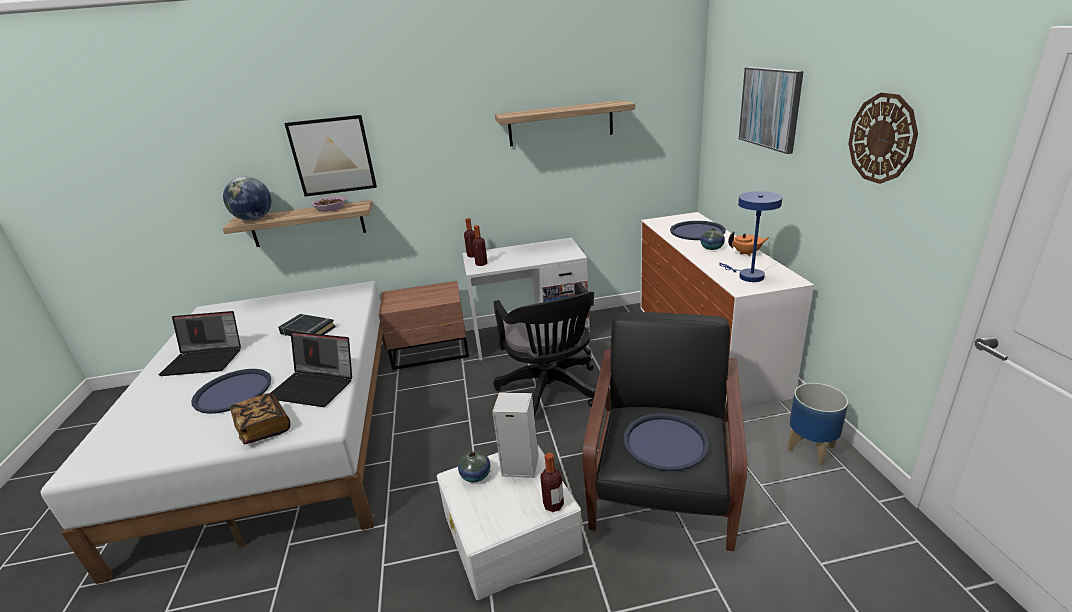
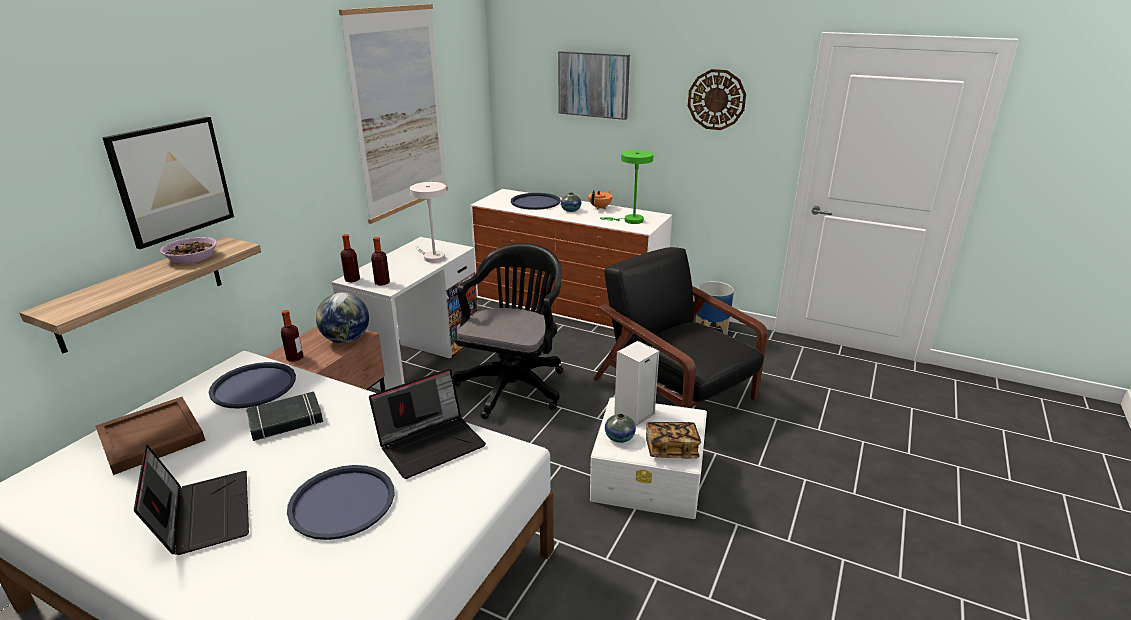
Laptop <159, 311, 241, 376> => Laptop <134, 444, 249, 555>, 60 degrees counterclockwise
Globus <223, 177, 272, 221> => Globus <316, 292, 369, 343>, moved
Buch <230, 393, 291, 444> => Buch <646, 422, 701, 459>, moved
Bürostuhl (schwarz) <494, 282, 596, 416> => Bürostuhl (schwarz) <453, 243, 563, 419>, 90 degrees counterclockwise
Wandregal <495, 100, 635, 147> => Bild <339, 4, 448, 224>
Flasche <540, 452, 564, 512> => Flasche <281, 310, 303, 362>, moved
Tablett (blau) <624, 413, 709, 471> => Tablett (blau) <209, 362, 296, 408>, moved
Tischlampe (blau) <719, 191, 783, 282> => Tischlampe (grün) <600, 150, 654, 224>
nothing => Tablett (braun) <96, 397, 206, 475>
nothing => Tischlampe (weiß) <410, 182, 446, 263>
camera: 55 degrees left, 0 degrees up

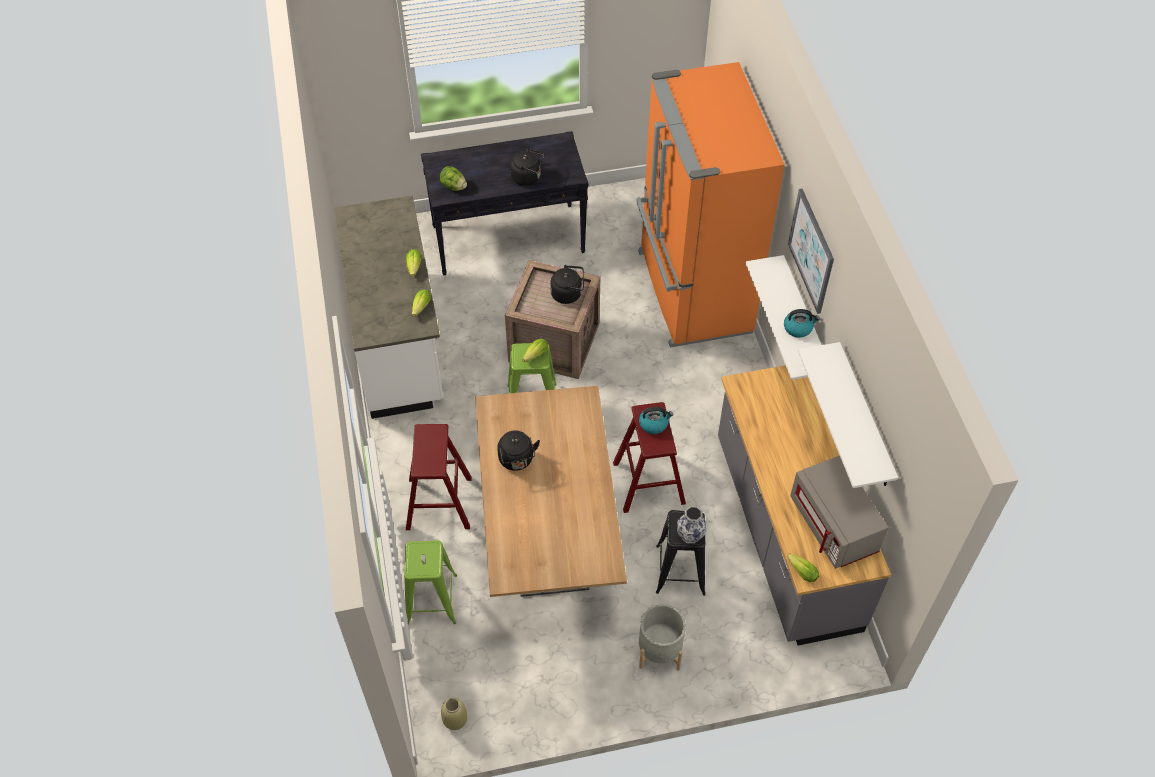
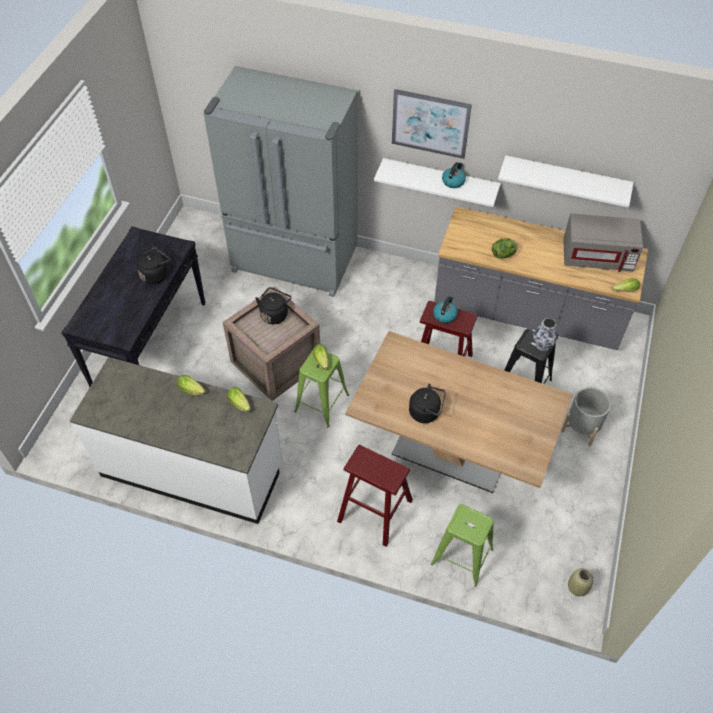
Salatkopf <440, 166, 467, 191> => Salatkopf <492, 238, 518, 259>, moved
Kühlschrank (orange) <636, 62, 785, 348> => Kühlschrank (grau) <203, 66, 358, 297>
camera: 60 degrees left, 0 degrees up

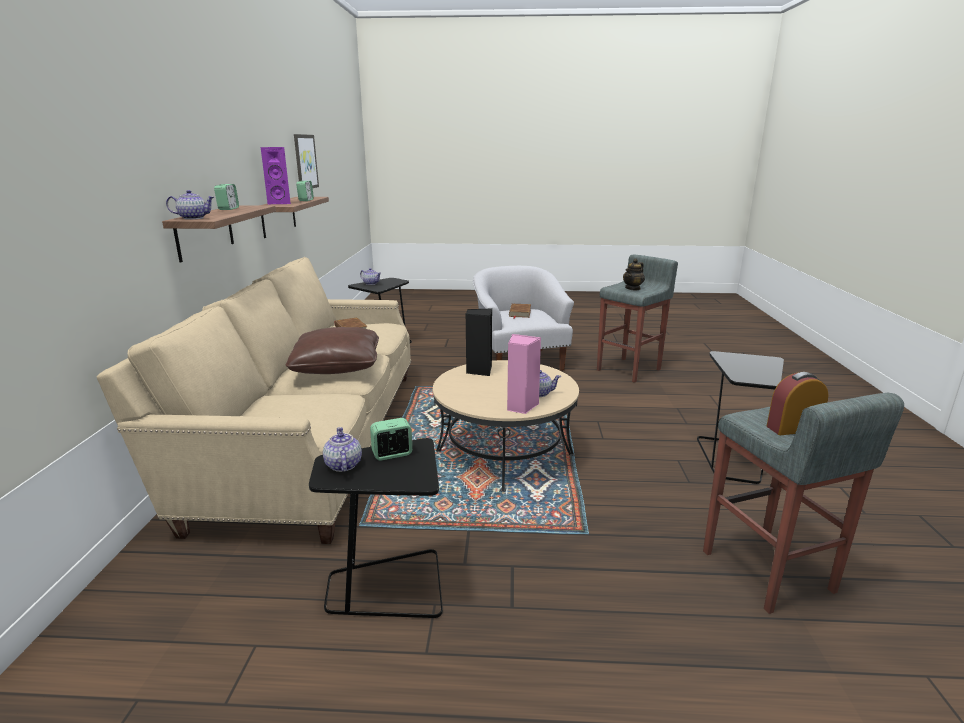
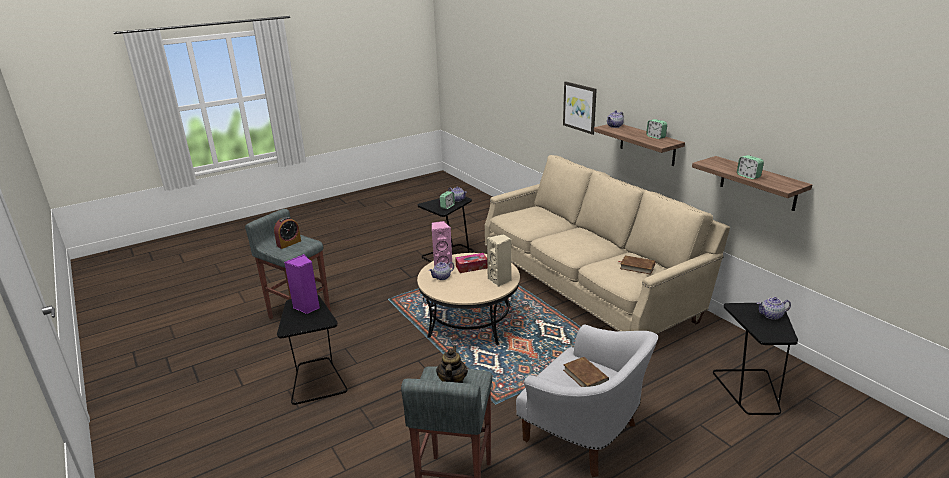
Lautsprecher (lila) <261, 147, 291, 204> => Lautsprecher (lila) <284, 254, 320, 314>, moved
Kissen (braun) <286, 327, 379, 374> => nothing
Bild <294, 134, 319, 188> => Bild <563, 81, 597, 135>, moved
Lautsprecher (schwarz) <466, 308, 492, 376> => Lautsprecher (beige) <487, 234, 512, 287>
nothing => Taschentuchbox <455, 253, 487, 273>
camera: 145 degrees right, 5 degrees up

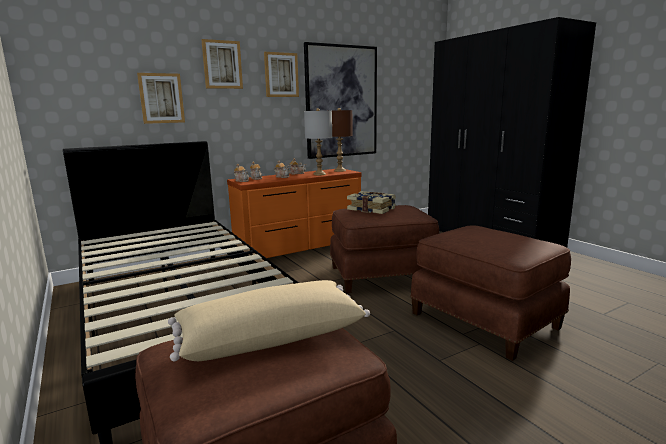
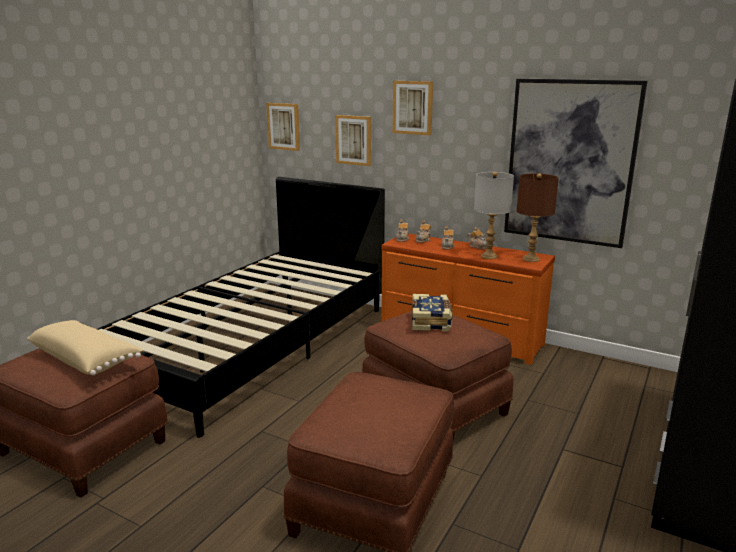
Bild <264, 52, 299, 97> => Bild <266, 103, 300, 151>, moved
camera: 60 degrees right, 5 degrees up

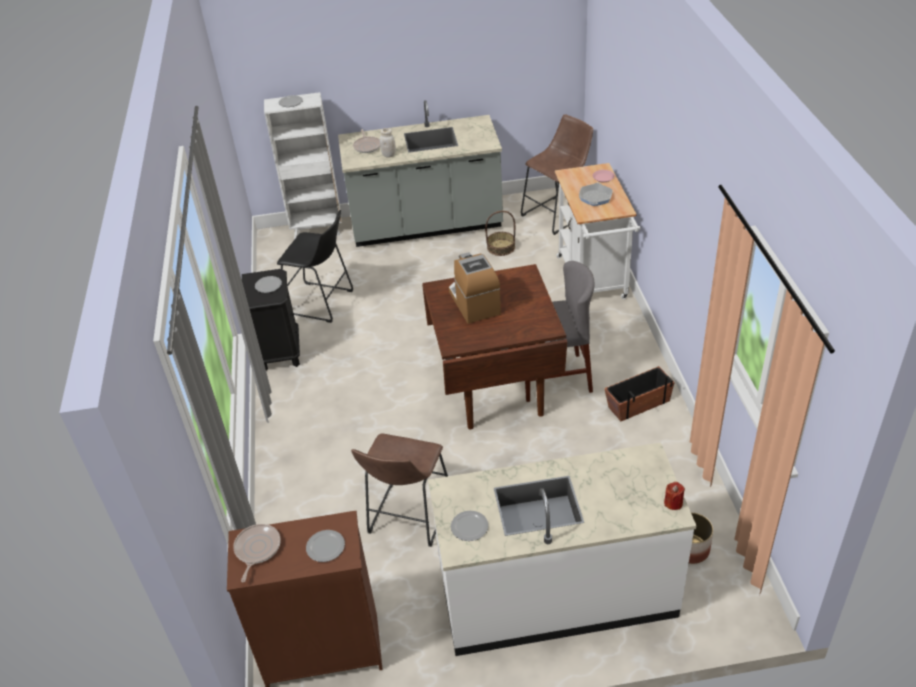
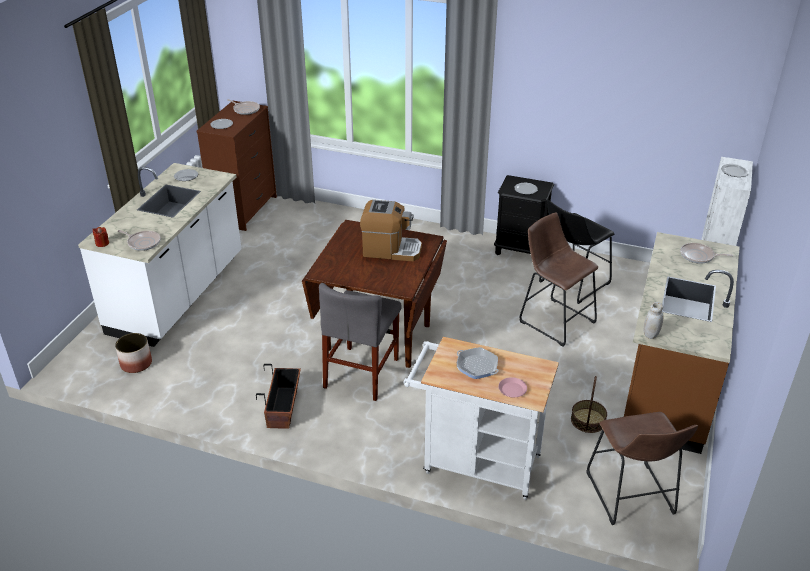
Küchenzeile (grau) <338, 100, 503, 247> => Küchenzeile (braun) <624, 232, 740, 454>
Hocker (braun) <351, 434, 448, 547> => Hocker (braun) <520, 212, 598, 346>, moved
Vorratsglas (weiß) <380, 128, 396, 157> => Vorratsglas (weiß) <644, 302, 664, 339>, moved
nothing => Pfanne <118, 230, 161, 251>
camera: 115 degrees right, 5 degrees down

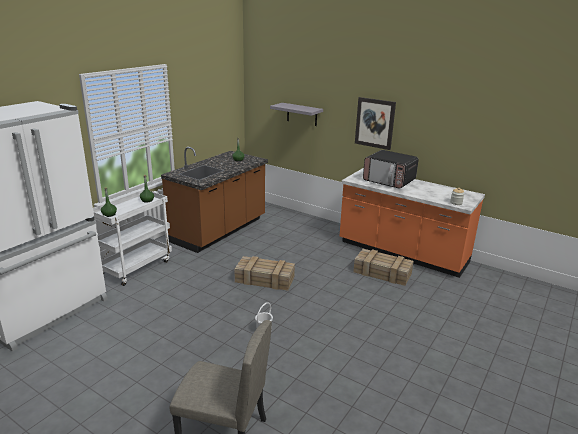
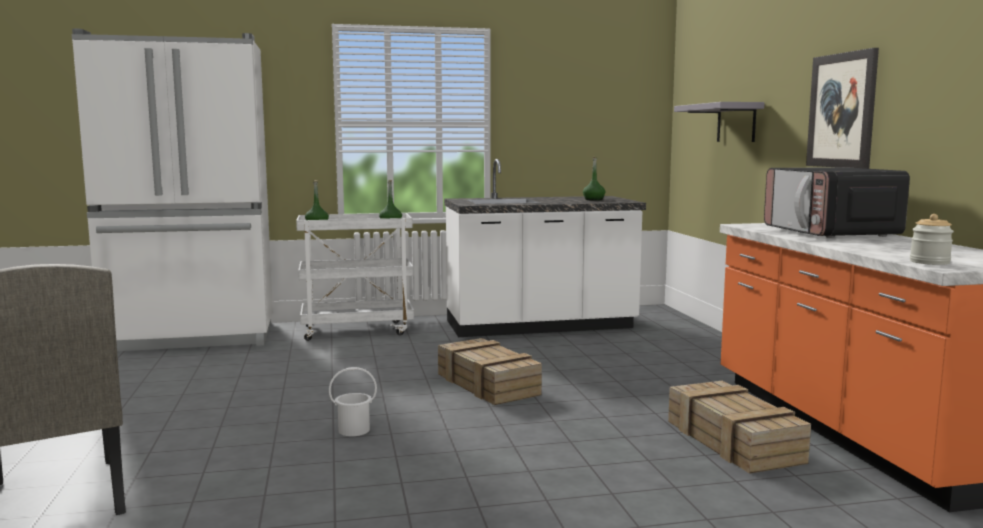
Küchenzeile (braun) <161, 147, 268, 253> => Küchenzeile (weiß) <444, 159, 646, 337>
camera: 45 degrees right, 15 degrees down

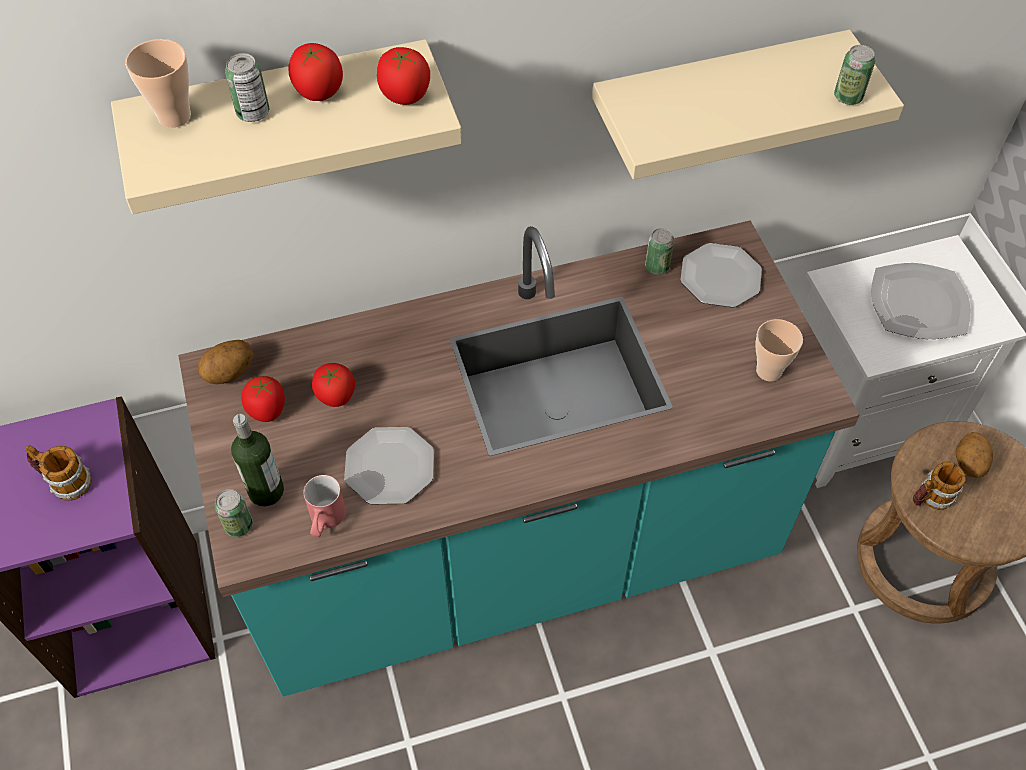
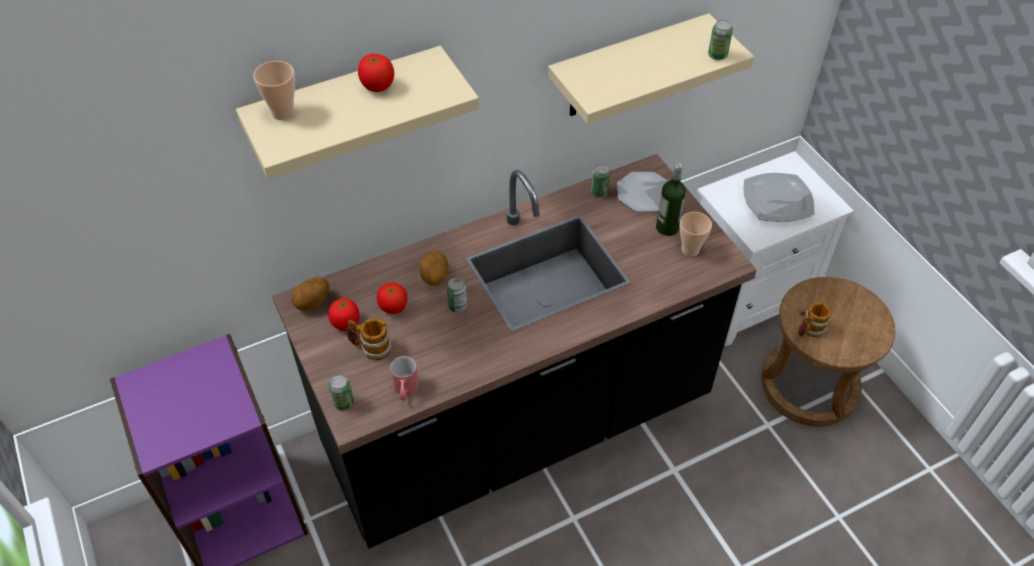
Henkelbecher <25, 445, 91, 501> => Henkelbecher <346, 318, 392, 360>, moved
Küchenzeile (türkis) <178, 220, 860, 697> => Küchenzeile (schwarz) <272, 154, 757, 549>
Dose <225, 53, 269, 122> => Dose <446, 278, 467, 313>, moved
Flasche <231, 414, 284, 506> => Flasche <656, 163, 686, 236>, moved
Teller <344, 427, 434, 504> => nothing
Tomate <377, 47, 430, 105> => nothing
Kartoffel <956, 432, 993, 478> => Kartoffel <419, 250, 448, 286>, moved
camera: 10 degrees left, 5 degrees down

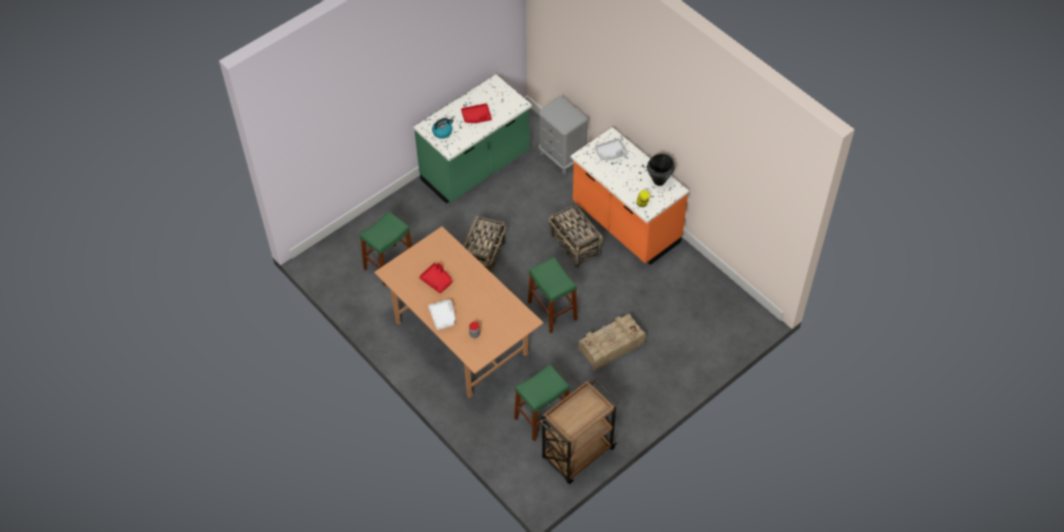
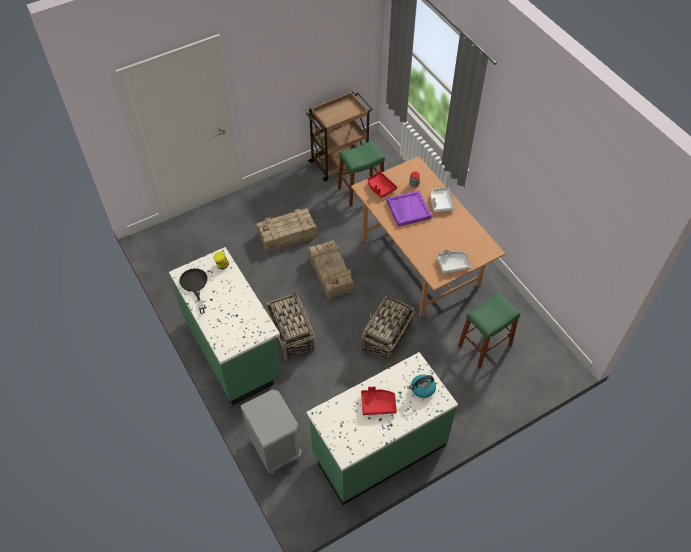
Tablett (rot) <419, 263, 452, 293> => Tablett (rot) <367, 171, 397, 198>, moved
Hocker (grün) <528, 257, 578, 333> => Kiste <309, 240, 354, 300>
Küchenzeile (orange) <571, 127, 689, 265> => Küchenzeile (grün) <169, 247, 281, 406>
Tablett (grau) <594, 138, 628, 160> => Tablett (grau) <437, 249, 471, 274>, moved
Kochtopf (schwarz) <647, 153, 675, 186> => Pfanne (schwarz) <179, 268, 208, 314>
nothing => Tablett (lila) <386, 190, 432, 227>
camera: 170 degrees left, 0 degrees up

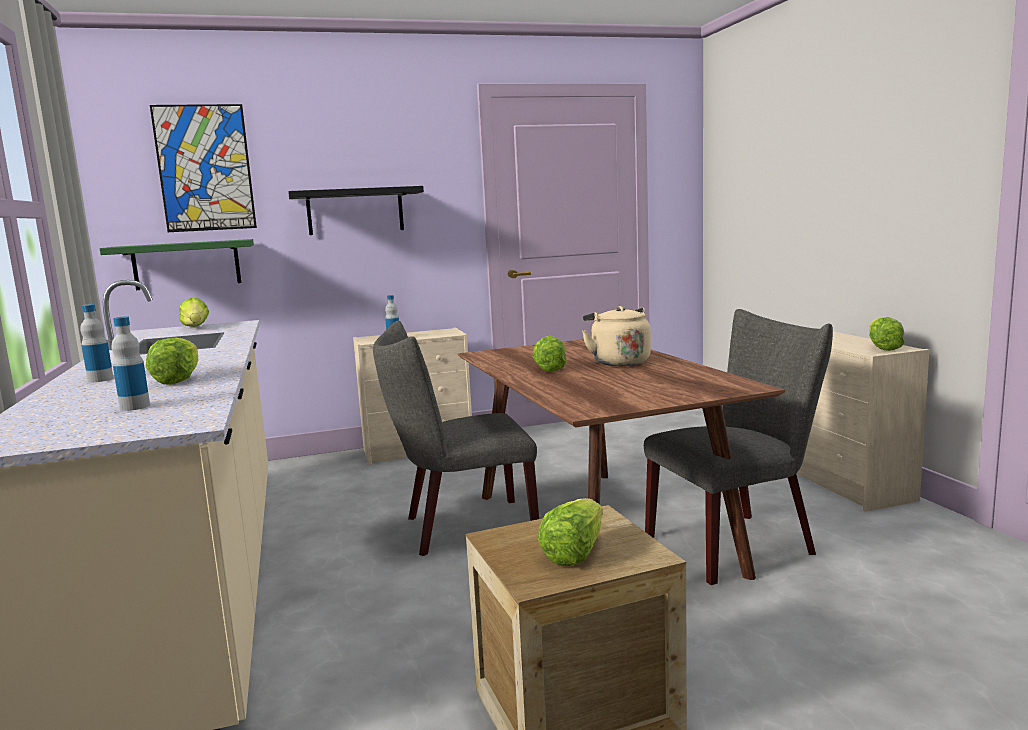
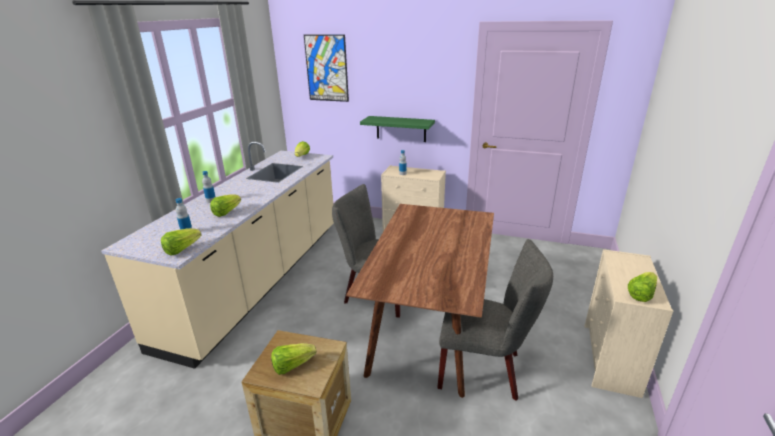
Wandregal (grün) <100, 239, 254, 290> => Wandregal (grün) <360, 116, 435, 142>, moved
Wandregal (schwarz) <288, 186, 424, 235> => nothing
Salatkopf <532, 336, 567, 372> => Salatkopf <161, 228, 201, 255>, moved
Wasserkessel (beige) <582, 306, 651, 366> => nothing
camera: 35 degrees right, 15 degrees up

